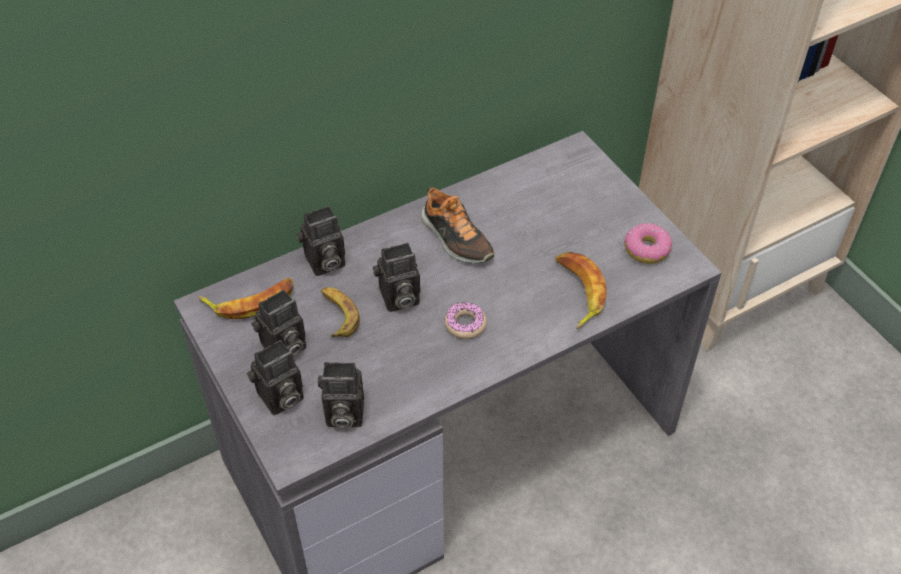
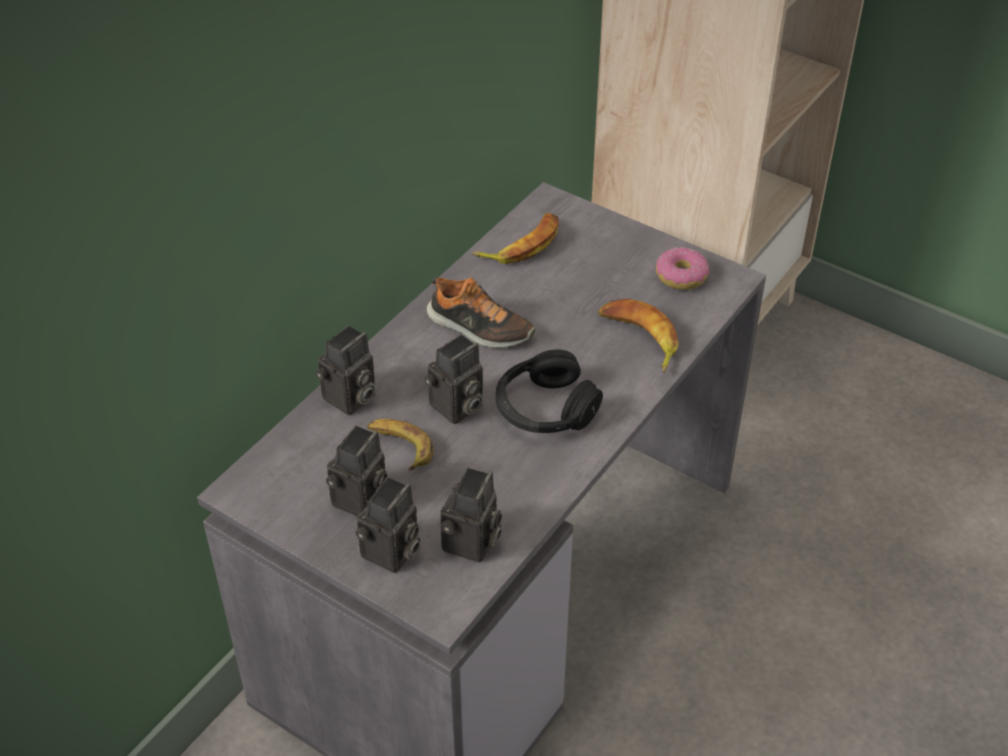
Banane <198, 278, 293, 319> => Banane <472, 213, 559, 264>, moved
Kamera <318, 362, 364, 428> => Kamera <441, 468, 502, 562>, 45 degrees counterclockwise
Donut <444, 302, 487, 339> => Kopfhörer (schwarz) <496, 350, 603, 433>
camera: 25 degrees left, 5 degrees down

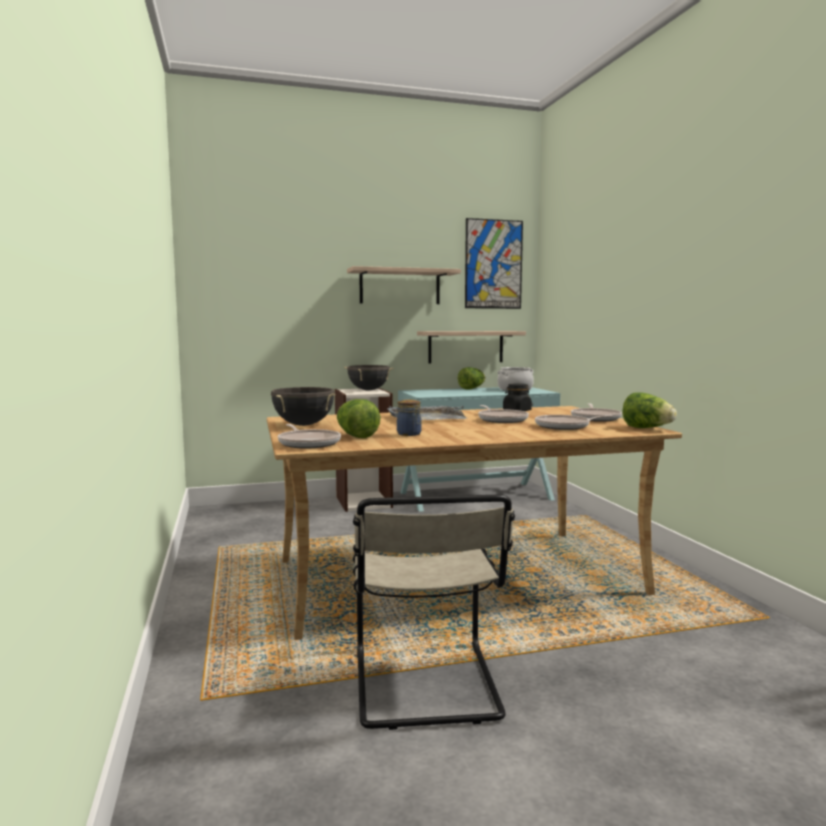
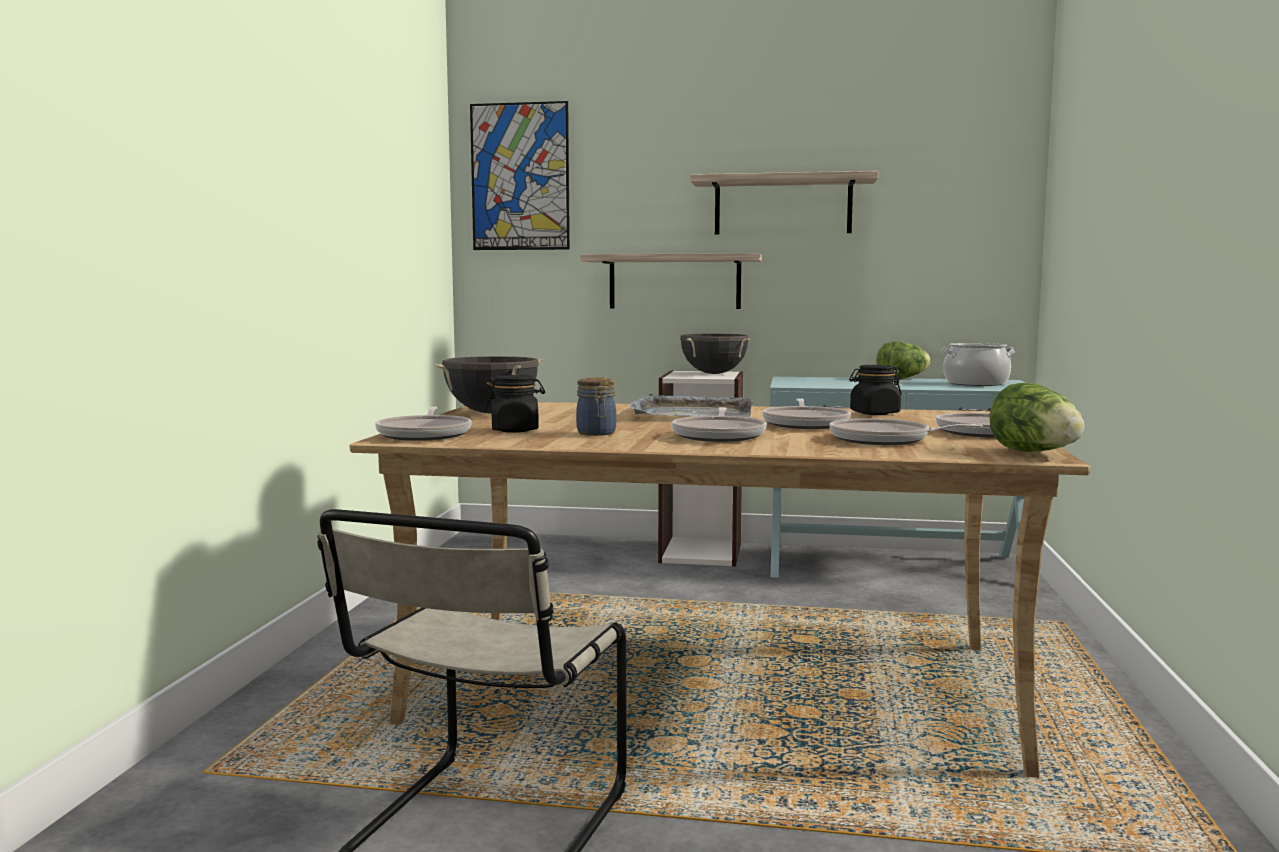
Salatkopf <337, 399, 380, 438> => Vorratsglas (schwarz) <485, 375, 545, 433>
Wandregal <417, 331, 526, 364> => Wandregal <580, 253, 762, 309>, moved
Bild <465, 218, 523, 309> => Bild <470, 101, 570, 250>, moved
nothing => Pfanne <672, 407, 767, 442>
camera: 25 degrees right, 0 degrees up

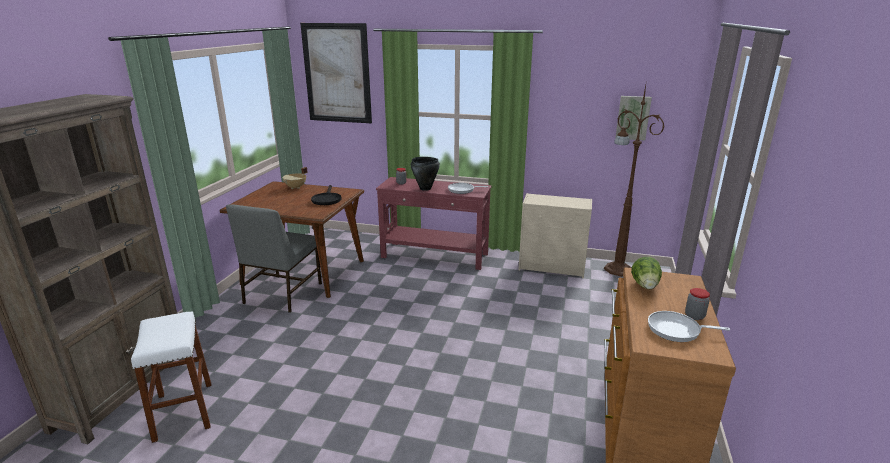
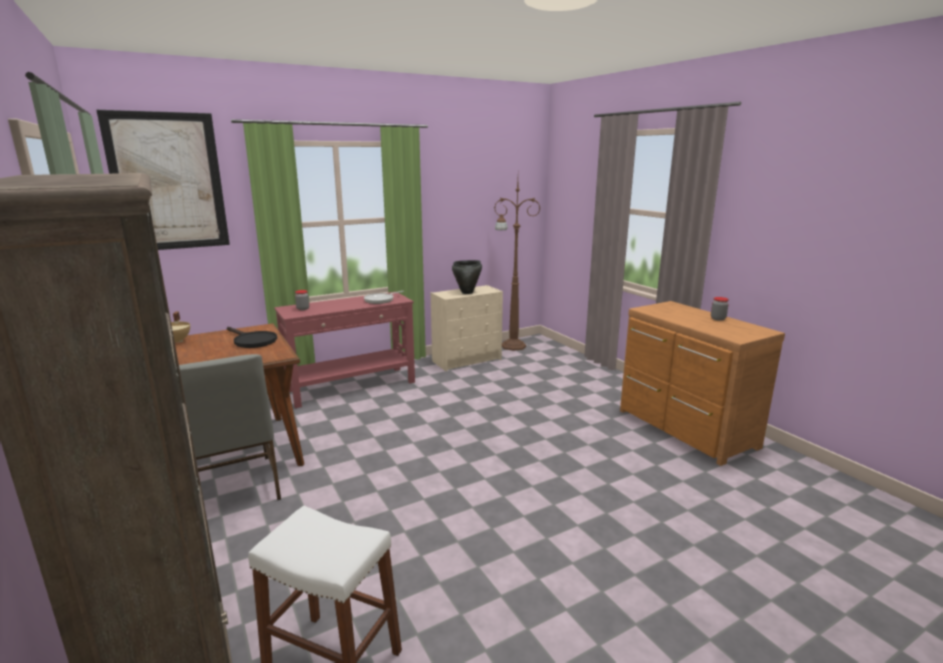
Kochtopf (schwarz) <411, 157, 440, 191> => Kochtopf (schwarz) <452, 260, 482, 294>, moved
Bild <615, 96, 652, 141> => nothing
Salatkopf <631, 257, 662, 289> => nothing
Pfanne <648, 311, 730, 342> => nothing
camera: 45 degrees left, 5 degrees down

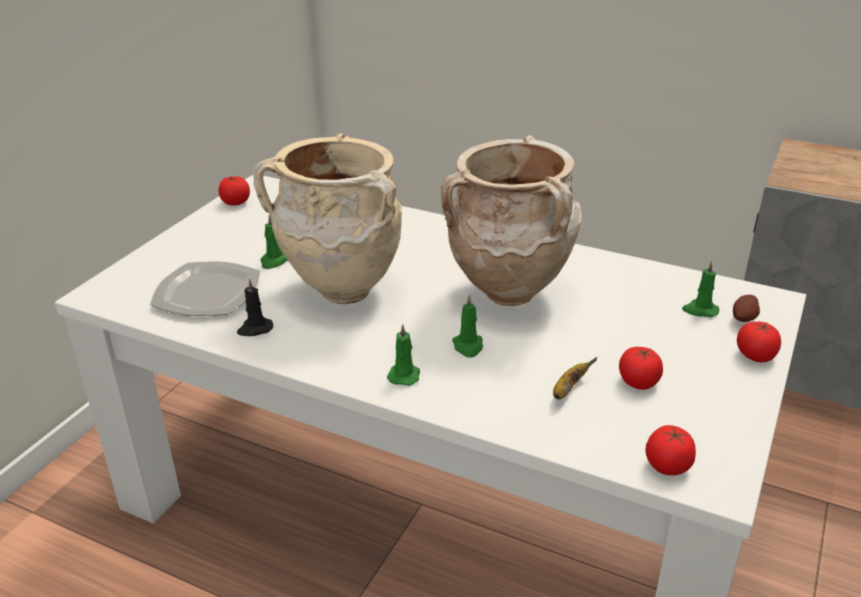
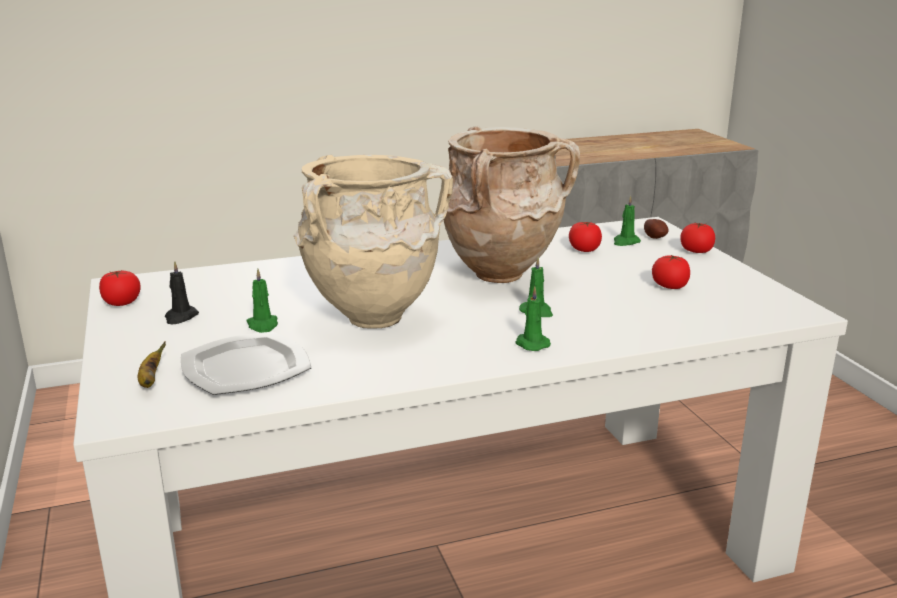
Kerze (schwarz) <237, 279, 273, 336> => Kerze (schwarz) <165, 261, 199, 324>, moved
Banane <553, 357, 597, 400> => Banane <138, 342, 166, 388>, moved
Tomate <645, 425, 696, 475> => Tomate <569, 222, 602, 252>, moved
camera: 45 degrees left, 10 degrees down

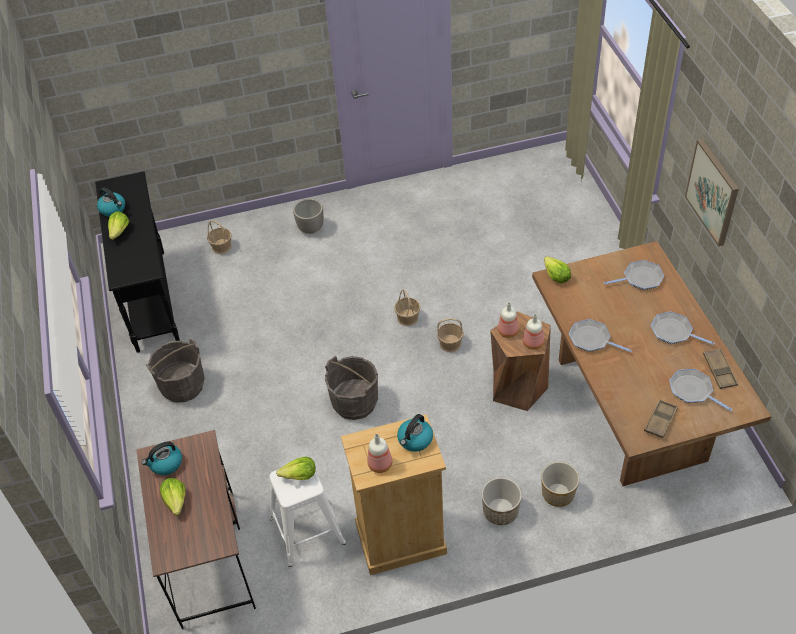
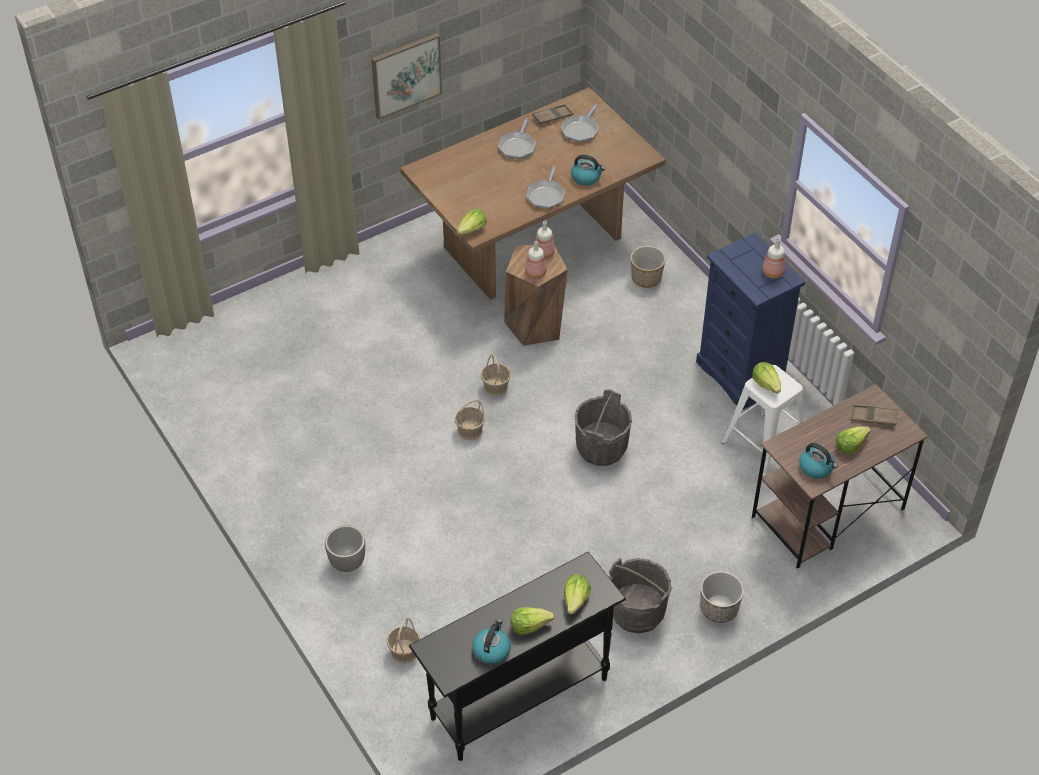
Kommode (beige) <341, 414, 447, 575> => Kommode (blau) <696, 233, 805, 410>
Wasserkessel <397, 414, 433, 452> => Wasserkessel <571, 155, 605, 186>, moved
Pflanzkübel <482, 477, 522, 525> => Pflanzkübel <700, 571, 744, 623>, moved
Pfanne <604, 260, 664, 290> => nothing
Tablett (braun) <644, 400, 678, 438> => Tablett (braun) <851, 404, 898, 426>, moved
nothing => Salatkopf <564, 574, 591, 614>
camera: 110 degrees left, 0 degrees up

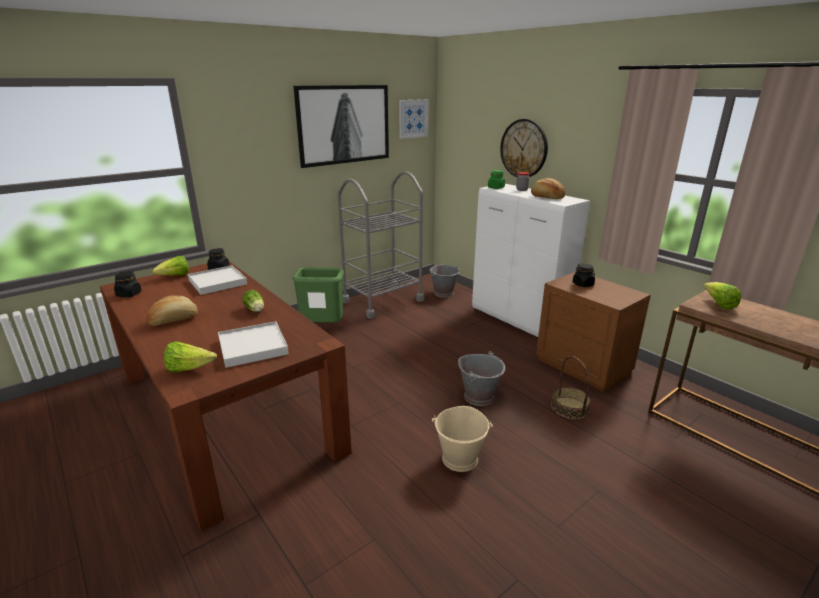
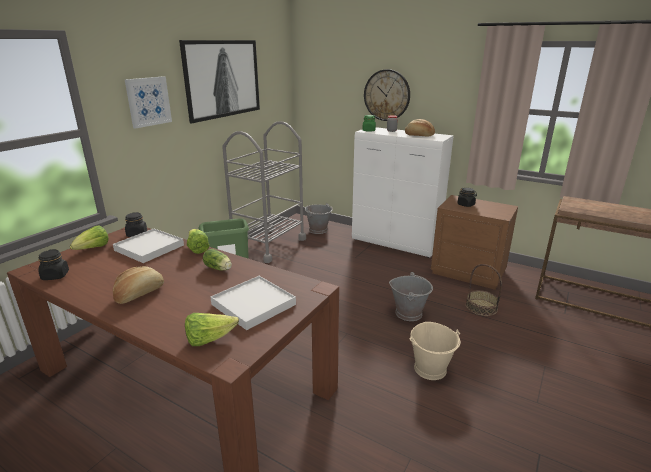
Bild <399, 99, 429, 139> => Bild <125, 76, 172, 129>, moved
Salatkopf <703, 282, 742, 310> => Salatkopf <187, 229, 209, 254>, moved
camera: 20 degrees left, 0 degrees up

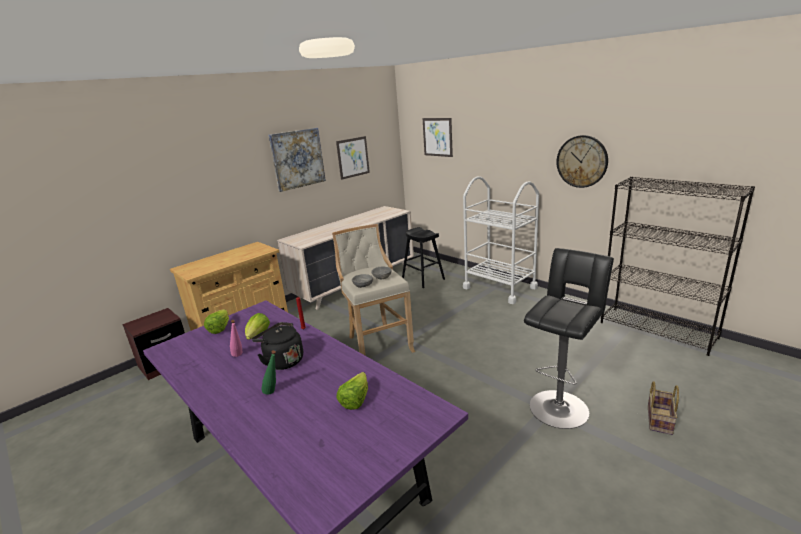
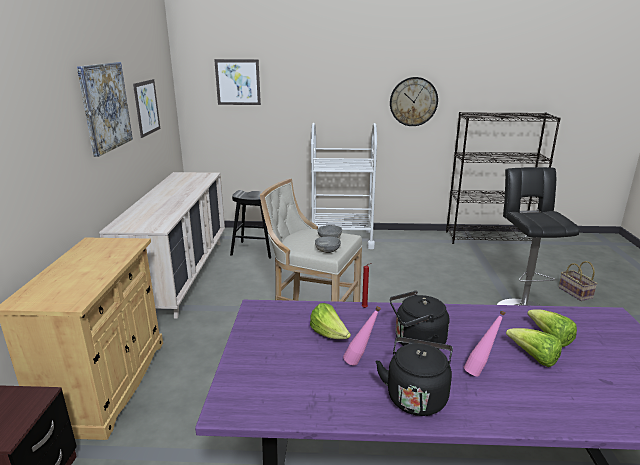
Salatkopf <204, 309, 229, 334> => Salatkopf <506, 328, 562, 367>, moved
Flasche (grün) <261, 350, 276, 395> => Flasche (rosa) <464, 311, 506, 376>
nothing => Wasserkessel (schwarz) <376, 337, 453, 416>
camera: 45 degrees left, 0 degrees up

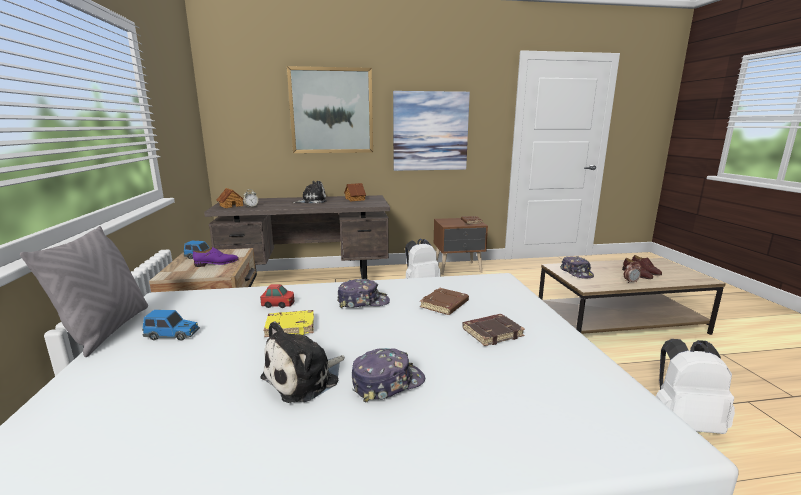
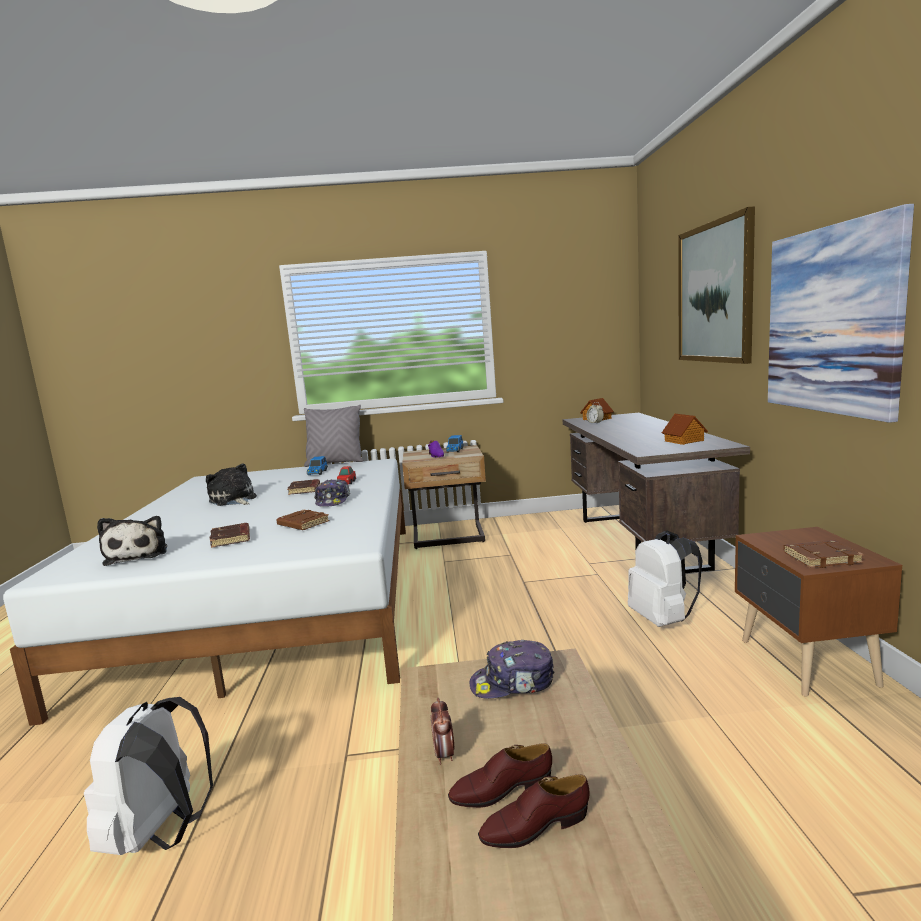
Buch (gelb) <264, 310, 314, 337> => Buch (braun) <287, 479, 320, 495>
Plüschtier <293, 181, 327, 203> => Plüschtier <97, 516, 167, 566>, moved
Kappe <352, 348, 425, 402> => nothing
camera: 95 degrees right, 5 degrees down

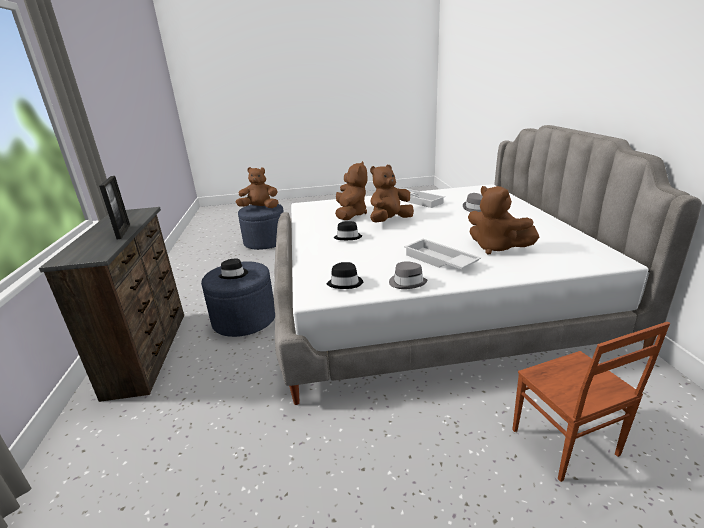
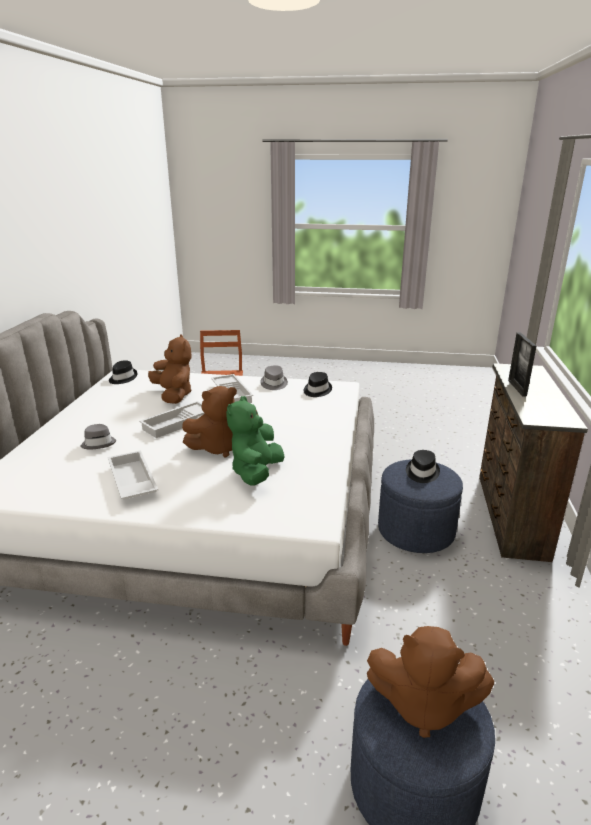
Hut (schwarz) <334, 221, 362, 240> => Hut (schwarz) <109, 361, 138, 384>, moved
Plüschtier (braun) <335, 161, 367, 220> => Plüschtier (grün) <226, 396, 285, 486>
nothing => Tablett (weiß) <139, 401, 205, 438>
camera: 165 degrees left, 0 degrees up

